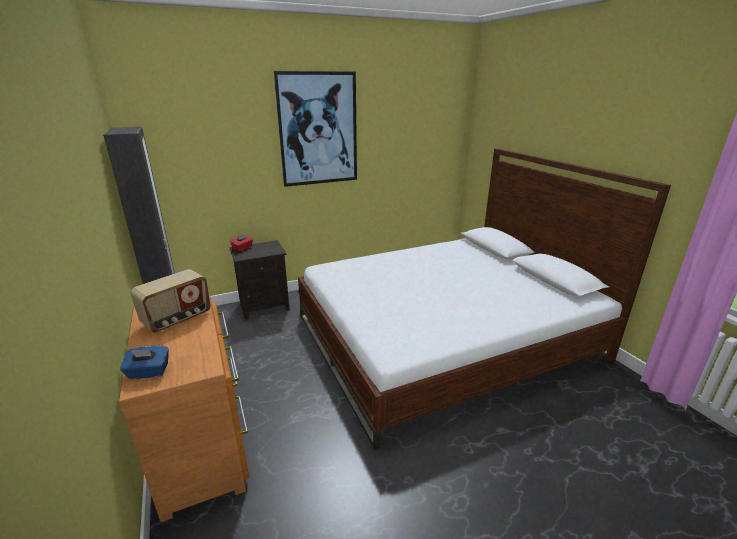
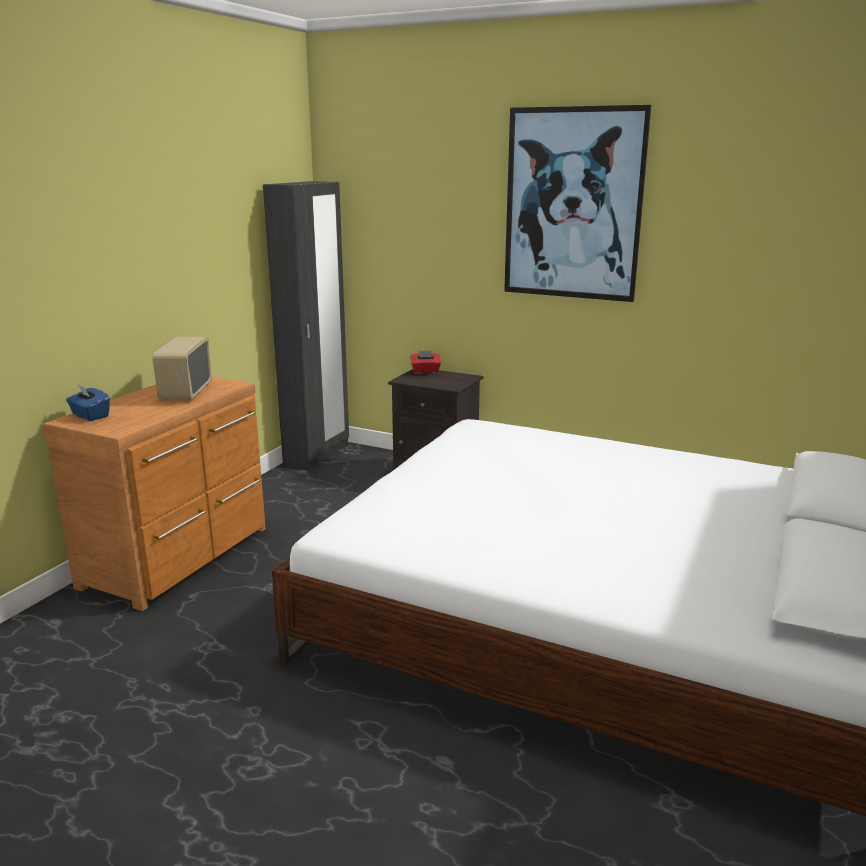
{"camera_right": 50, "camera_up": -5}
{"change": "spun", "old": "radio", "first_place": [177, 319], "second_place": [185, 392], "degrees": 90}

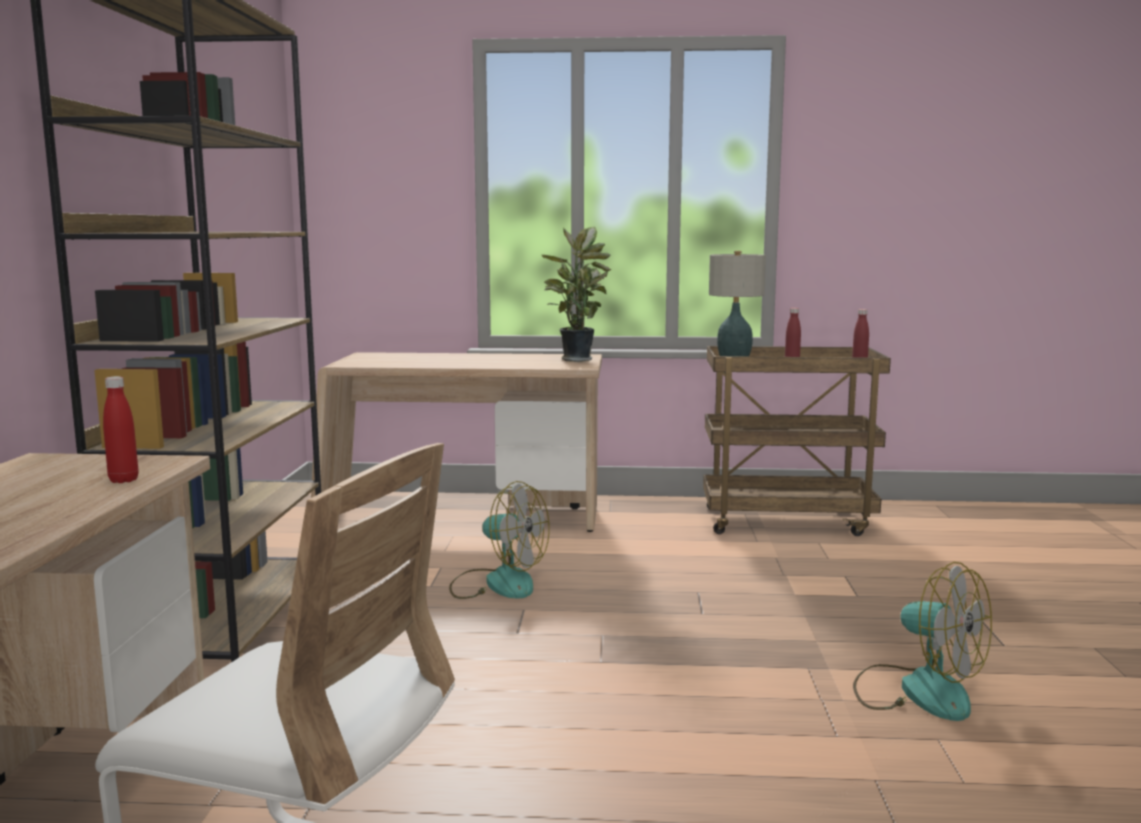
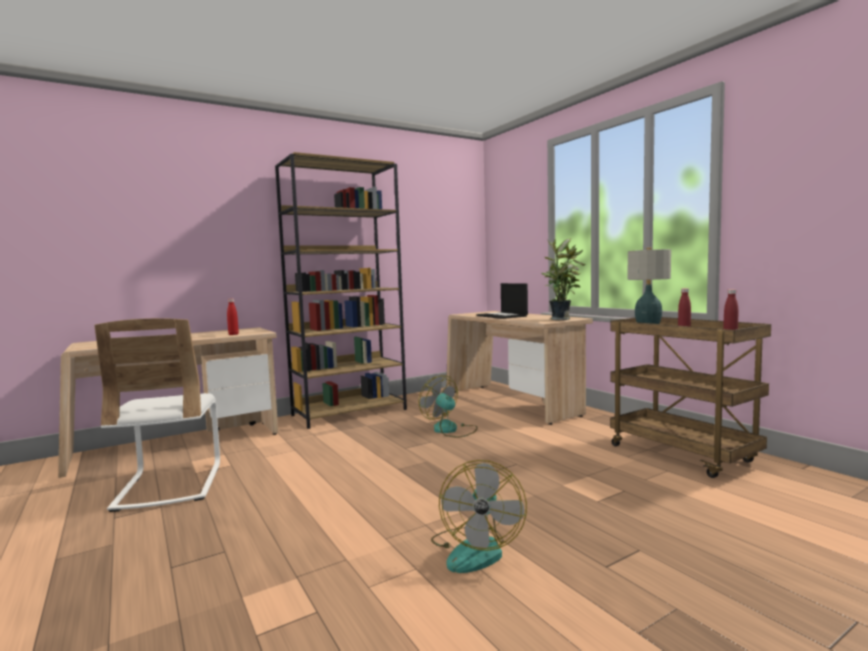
{"camera_right": 55, "camera_up": -5}
{"change": "appeared", "new": "laptop", "second_place": [502, 316]}
{"change": "spun", "old": "fan", "first_place": [497, 583], "second_place": [450, 430], "degrees": 150}

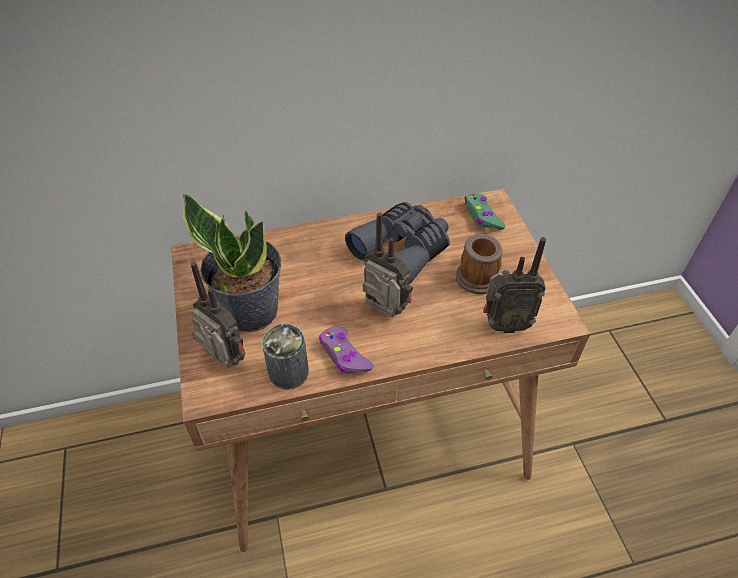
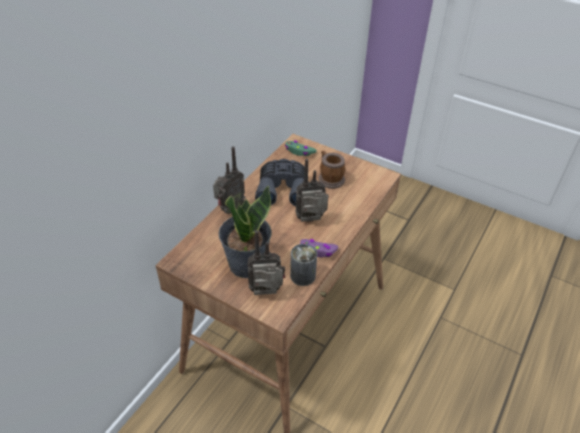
{"camera_right": -45, "camera_up": -5}
{"change": "relocated", "old": "radio", "first_place": [504, 324], "second_place": [229, 209]}

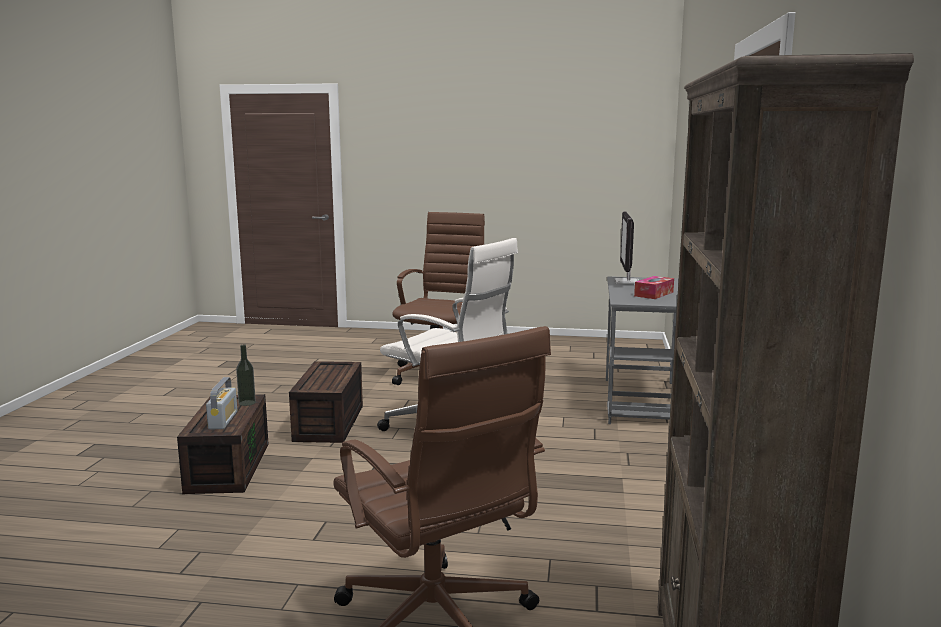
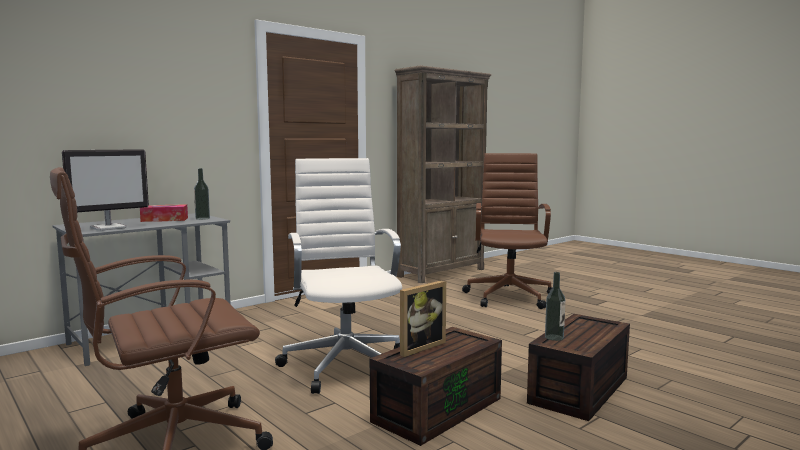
{"camera_right": -140, "camera_up": -5}
{"change": "missing", "old": "radio", "first_place": [223, 420]}
{"change": "appeared", "new": "bottle", "second_place": [202, 218]}
{"change": "appeared", "new": "picture frame", "second_place": [418, 347]}

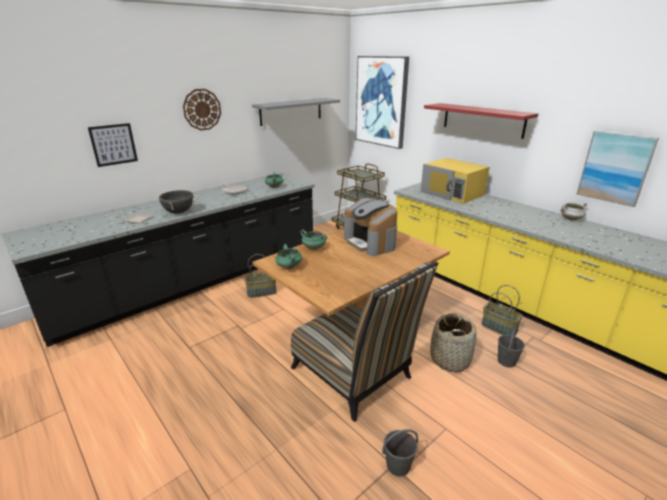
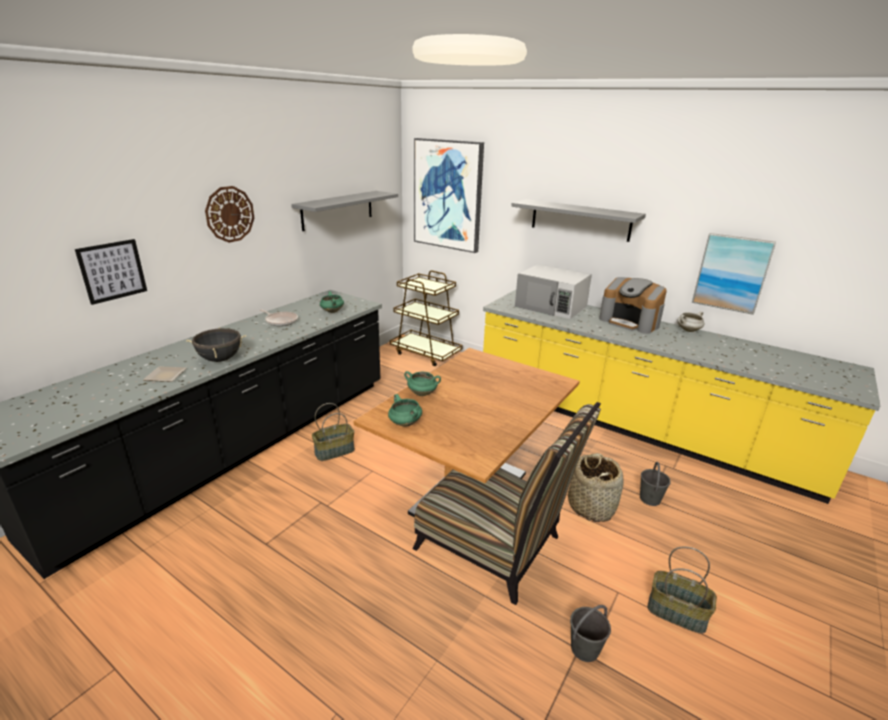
{"camera_right": -15, "camera_up": 0}
{"change": "relocated", "old": "coffee machine", "first_place": [370, 243], "second_place": [630, 322]}
{"change": "relocated", "old": "basket", "first_place": [499, 327], "second_place": [677, 612]}
{"change": "colour", "old": "yellow microwave", "new": "white microwave", "first_place": [452, 193], "second_place": [551, 306]}
{"change": "colour", "old": "red shelf", "new": "grey shelf", "first_place": [483, 120], "second_place": [580, 220]}

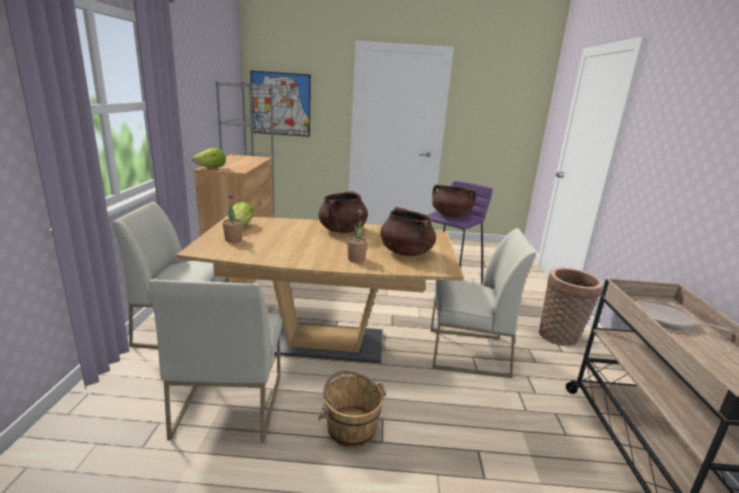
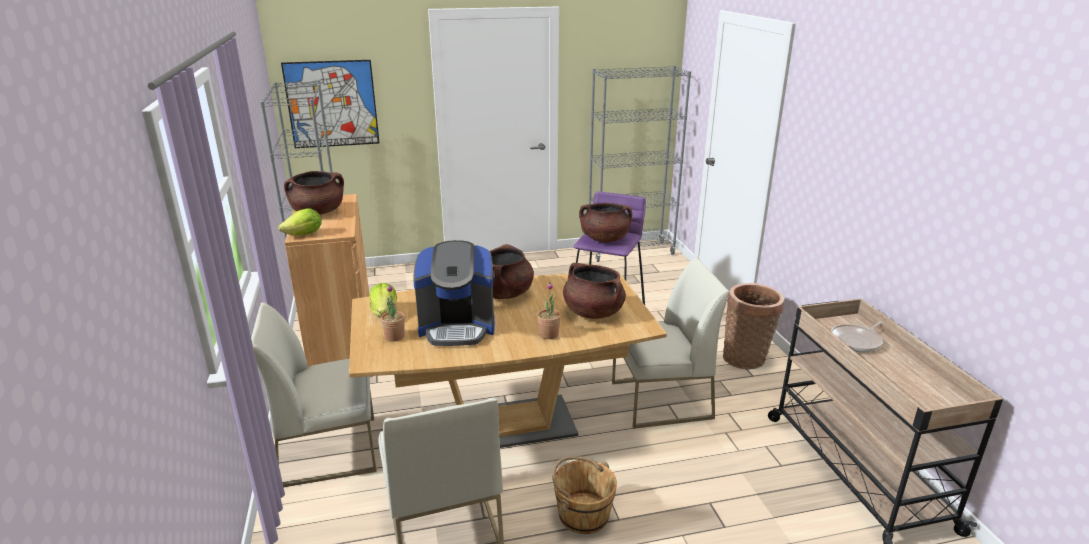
{"camera_right": -15, "camera_up": 5}
{"change": "appeared", "new": "brown cooking pot", "second_place": [318, 212]}
{"change": "appeared", "new": "coffee machine", "second_place": [457, 327]}
{"change": "appeared", "new": "grey bookcase", "second_place": [630, 252]}
{"change": "spun", "old": "frying pan", "first_place": [666, 320], "second_place": [857, 341], "degrees": -60}

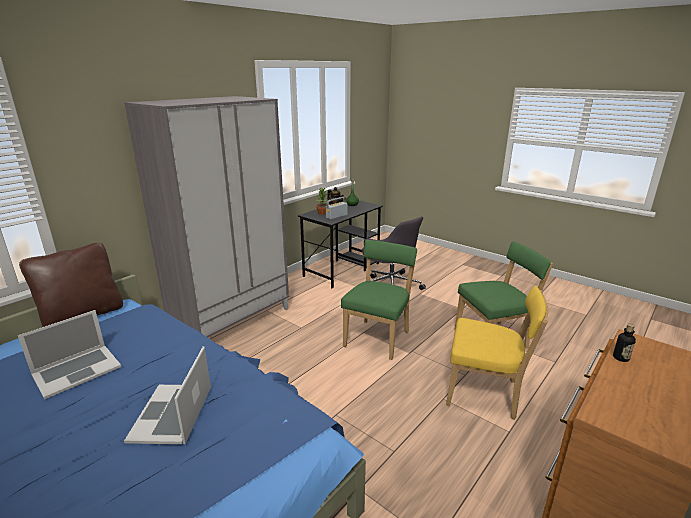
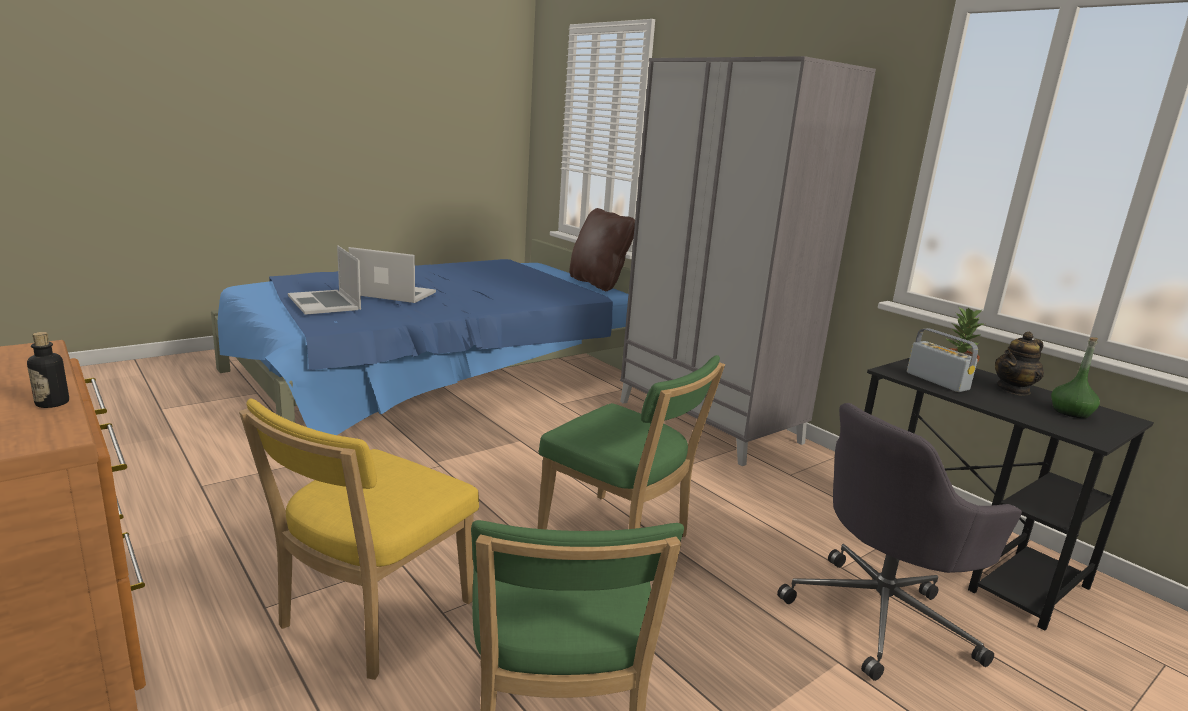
{"camera_right": 100, "camera_up": -5}
{"change": "relocated", "old": "laptop", "first_place": [76, 370], "second_place": [324, 302]}

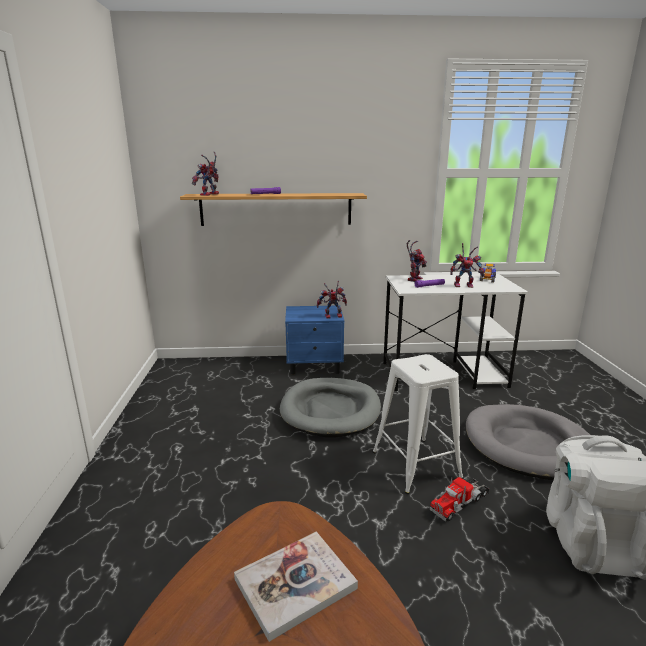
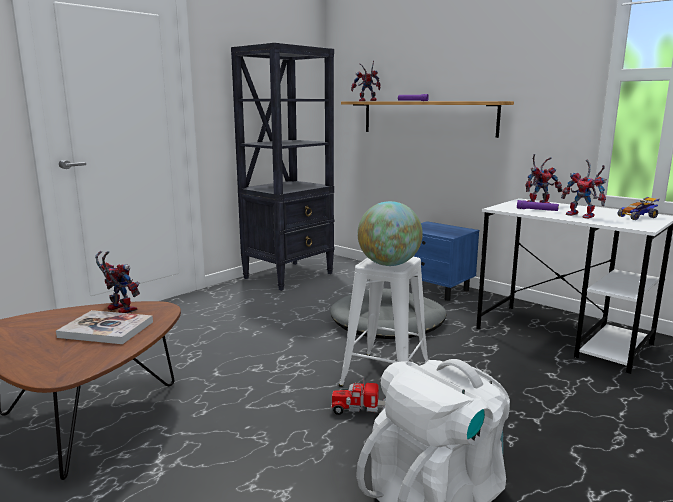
{"camera_right": 45, "camera_up": -5}
{"change": "missing", "old": "grey dog bed", "first_place": [529, 446]}
{"change": "appeared", "new": "black bookcase", "second_place": [289, 275]}
{"change": "appeared", "new": "globe", "second_place": [389, 264]}
{"change": "relocated", "old": "toy robot", "first_place": [332, 317], "second_place": [118, 309]}

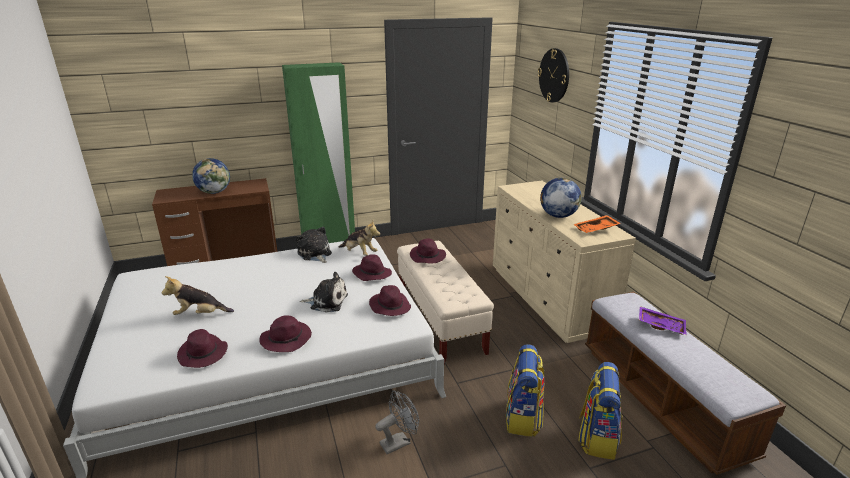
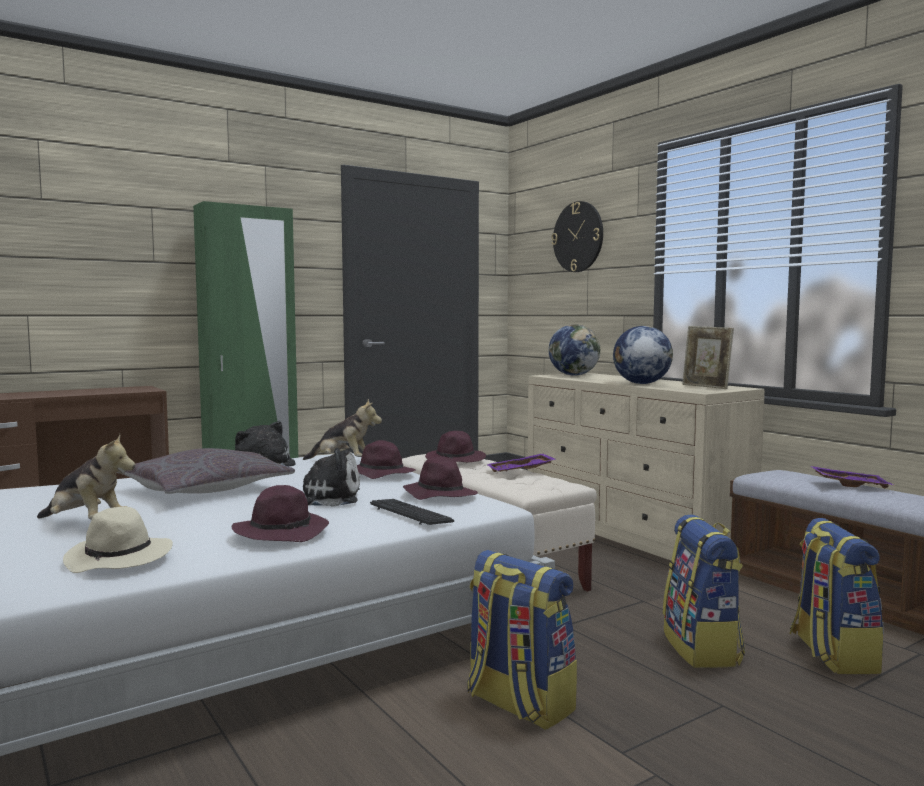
{"camera_right": -15, "camera_up": -20}
{"change": "appeared", "new": "grey pillow", "second_place": [205, 490]}
{"change": "appeared", "new": "keyboard", "second_place": [410, 514]}
{"change": "appeared", "new": "purple tray", "second_place": [521, 471]}
{"change": "relocated", "old": "globe", "first_place": [214, 192], "second_place": [574, 375]}
{"change": "exchanged", "old": "grey fan", "new": "backpack", "first_place": [399, 441], "second_place": [518, 704]}
{"change": "exchanged", "old": "orange tray", "new": "picture frame", "first_place": [596, 229], "second_place": [706, 387]}
{"change": "colour", "old": "purple hat", "new": "beige hat", "first_place": [203, 354], "second_place": [120, 559]}
{"change": "spun", "old": "plush toy", "first_place": [200, 314], "second_place": [86, 524], "degrees": -135}

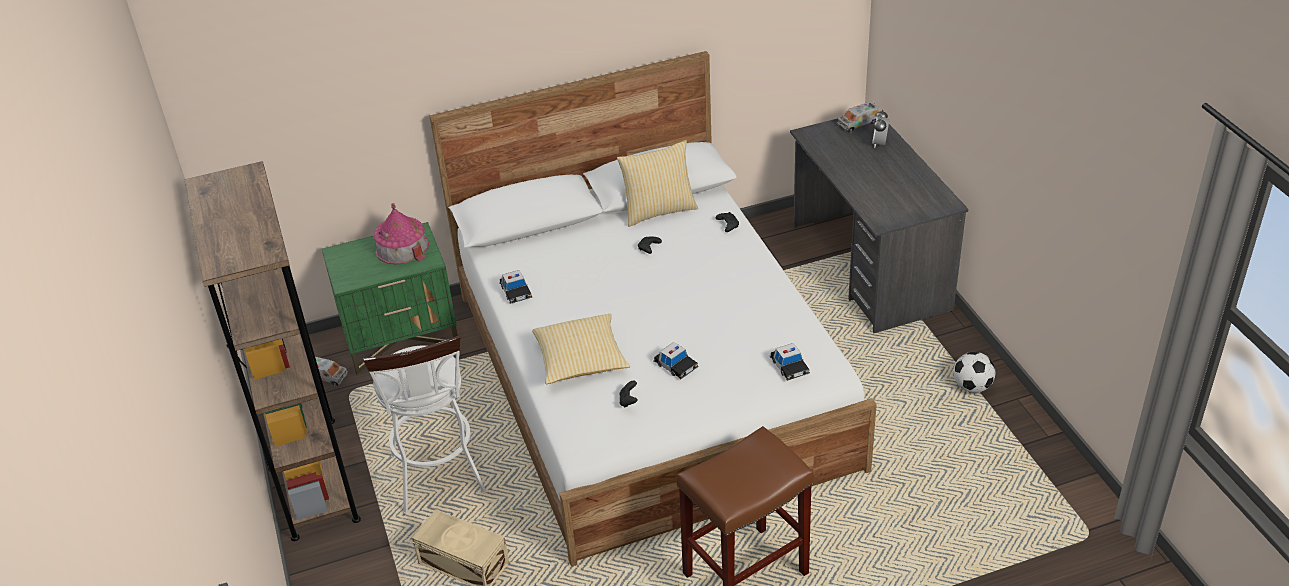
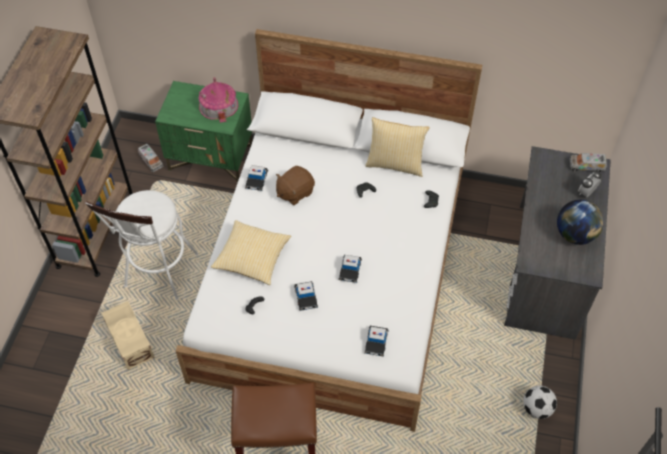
{"camera_right": 30, "camera_up": 15}
{"change": "appeared", "new": "brown plush toy", "second_place": [295, 192]}
{"change": "appeared", "new": "toy car", "second_place": [350, 270]}
{"change": "appeared", "new": "globe", "second_place": [575, 235]}

